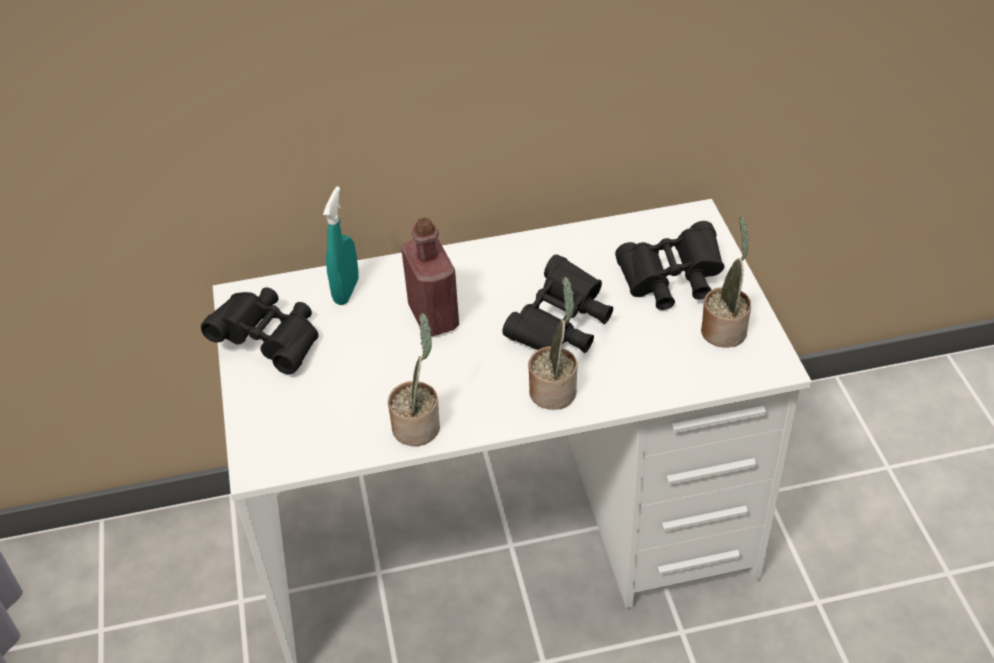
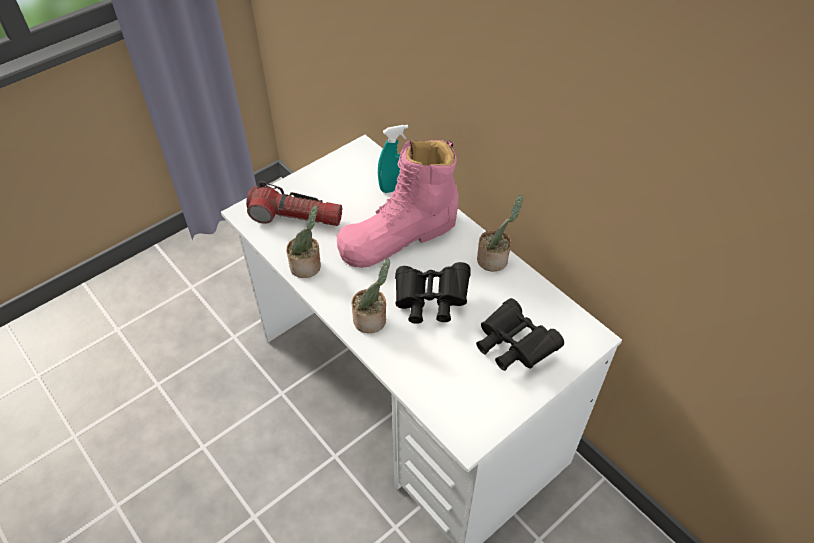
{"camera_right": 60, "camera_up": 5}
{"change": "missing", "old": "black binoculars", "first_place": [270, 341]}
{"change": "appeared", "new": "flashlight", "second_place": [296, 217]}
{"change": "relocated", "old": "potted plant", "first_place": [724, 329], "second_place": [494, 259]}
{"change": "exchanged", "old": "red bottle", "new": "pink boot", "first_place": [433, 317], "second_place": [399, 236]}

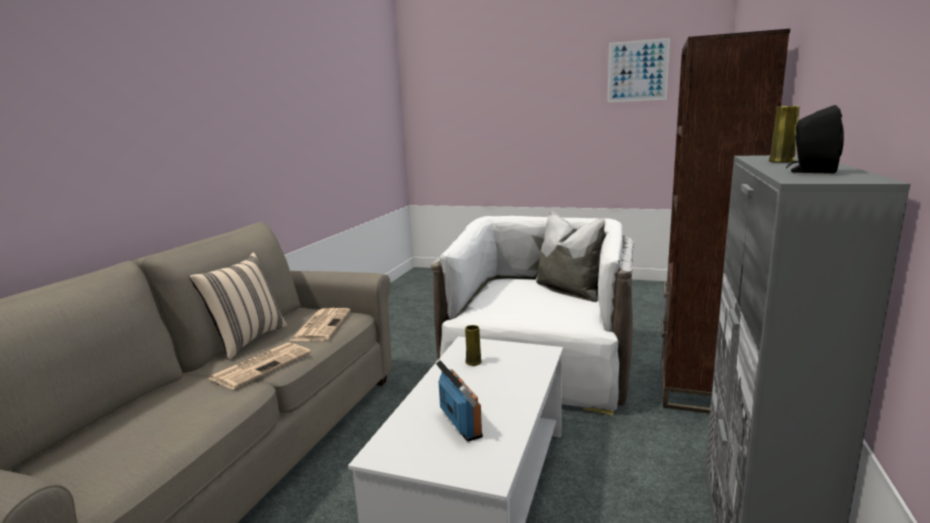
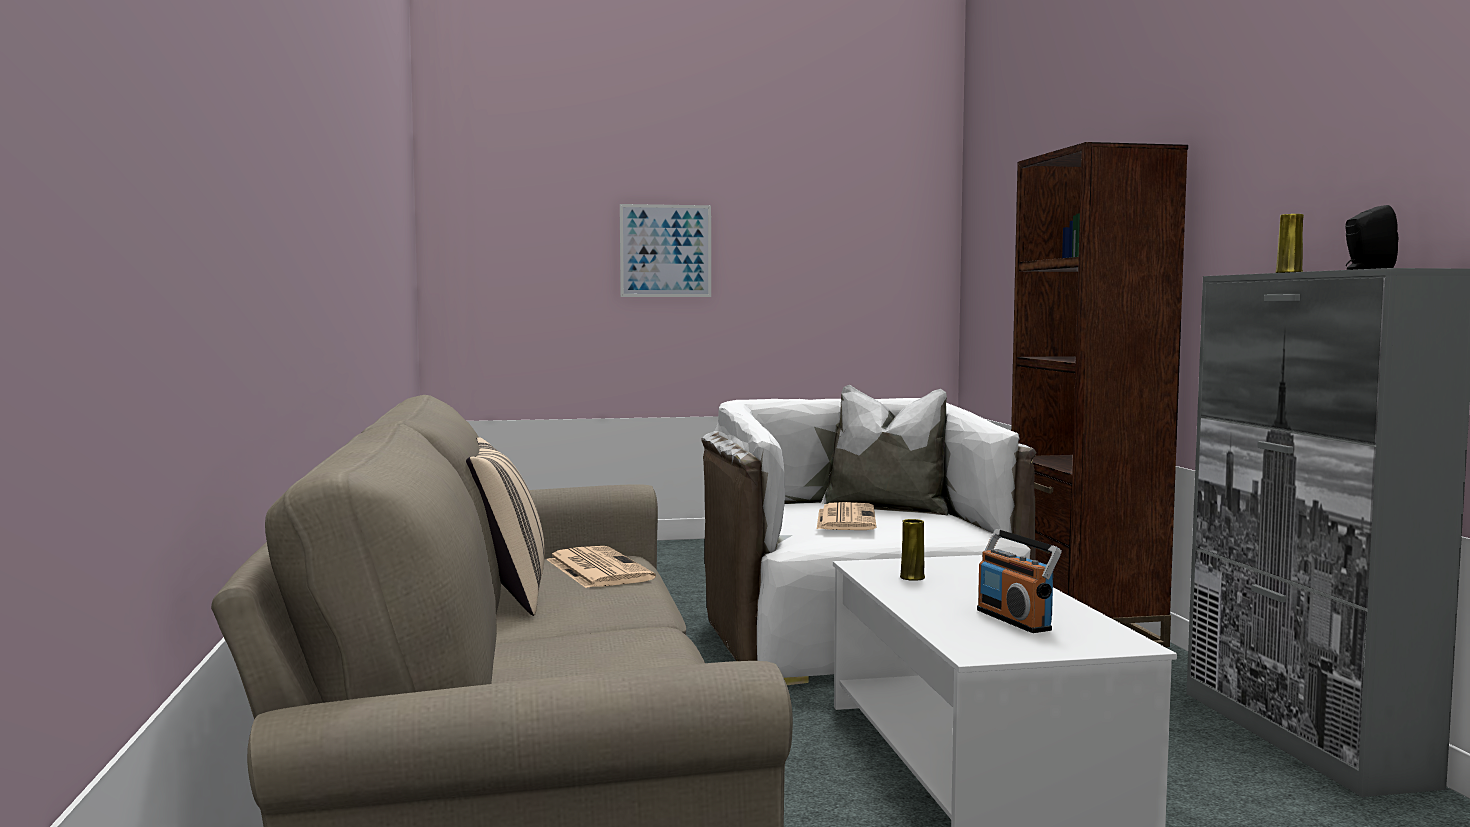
{"camera_right": -30, "camera_up": -10}
{"change": "relocated", "old": "newspaper", "first_place": [262, 365], "second_place": [845, 519]}
{"change": "relocated", "old": "picture", "first_place": [637, 71], "second_place": [665, 251]}
{"change": "spun", "old": "radio", "first_place": [460, 423], "second_place": [1014, 620], "degrees": -150}

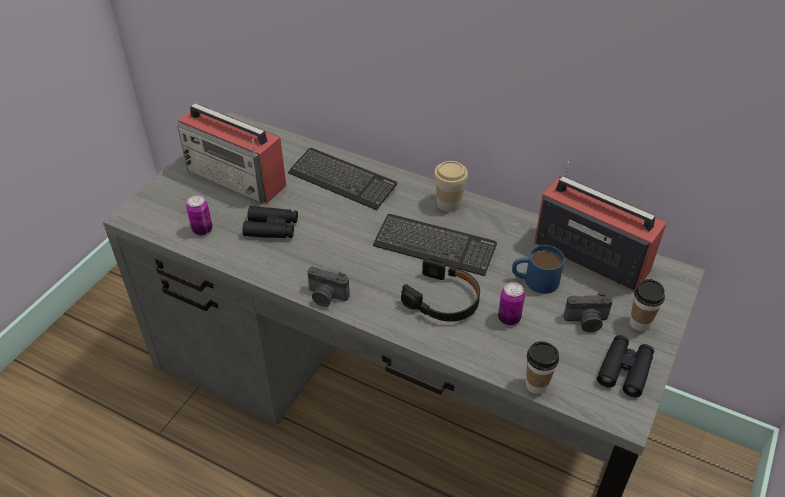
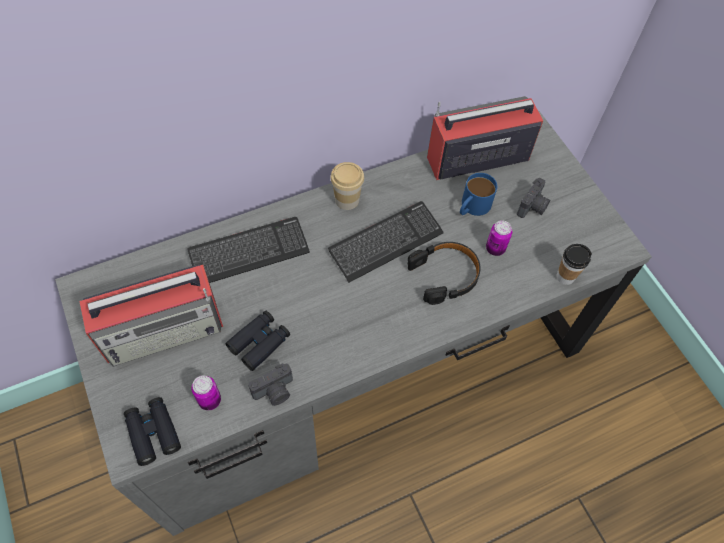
{"camera_right": -55, "camera_up": 15}
{"change": "missing", "old": "cup", "first_place": [639, 323]}
{"change": "relocated", "old": "photo camera", "first_place": [326, 297], "second_place": [275, 392]}
{"change": "relocated", "old": "black binoculars", "first_place": [624, 370], "second_place": [153, 433]}

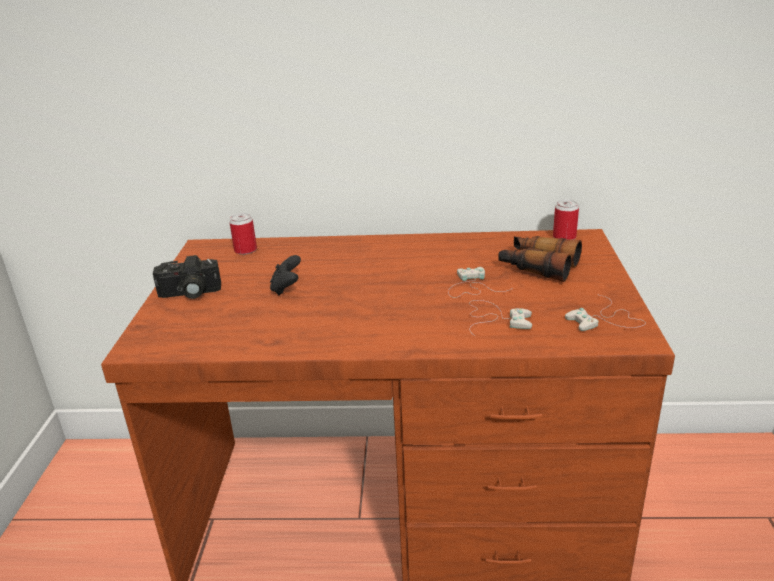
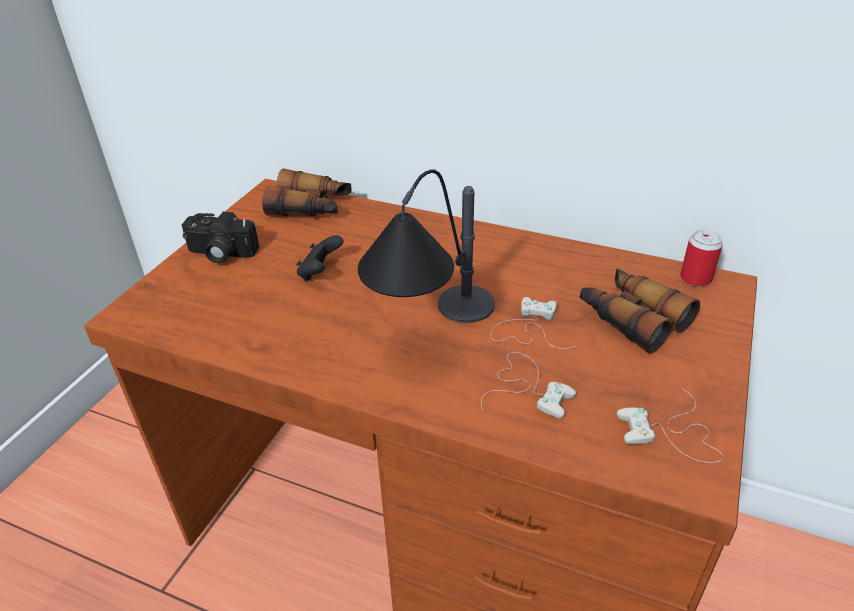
{"camera_right": 20, "camera_up": 10}
{"change": "appeared", "new": "table lamp", "second_place": [432, 336]}
{"change": "exchanged", "old": "can", "new": "binoculars", "first_place": [245, 250], "second_place": [311, 207]}

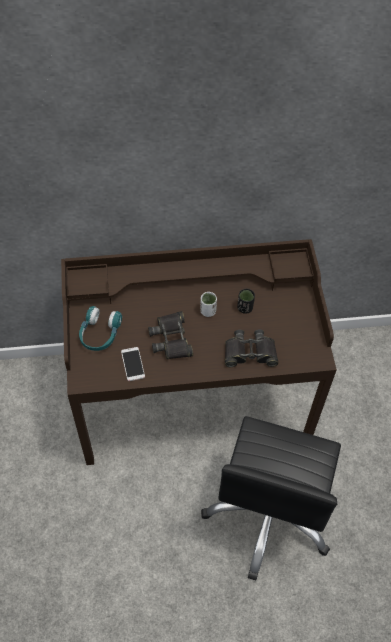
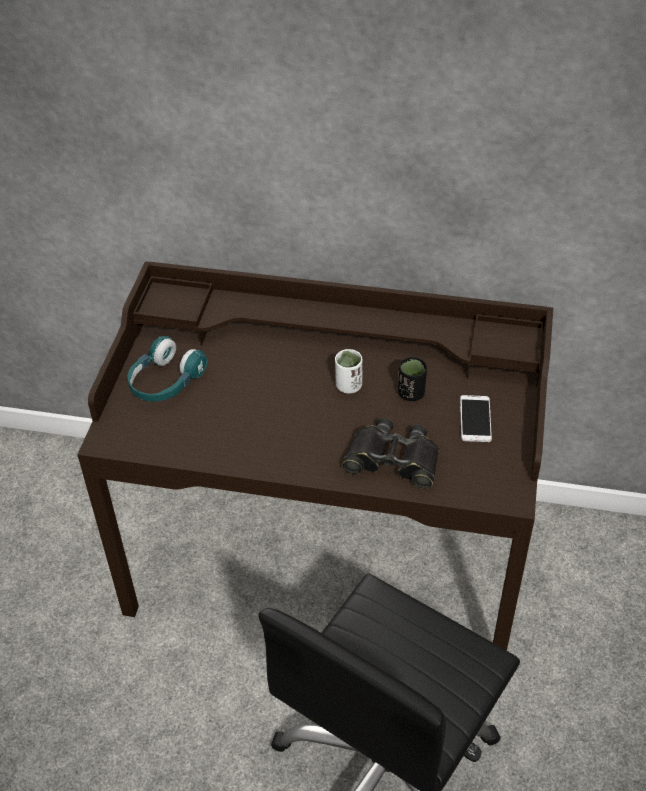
{"camera_right": 20, "camera_up": -10}
{"change": "missing", "old": "black binoculars", "first_place": [171, 339]}
{"change": "relocated", "old": "phone", "first_place": [133, 364], "second_place": [475, 419]}

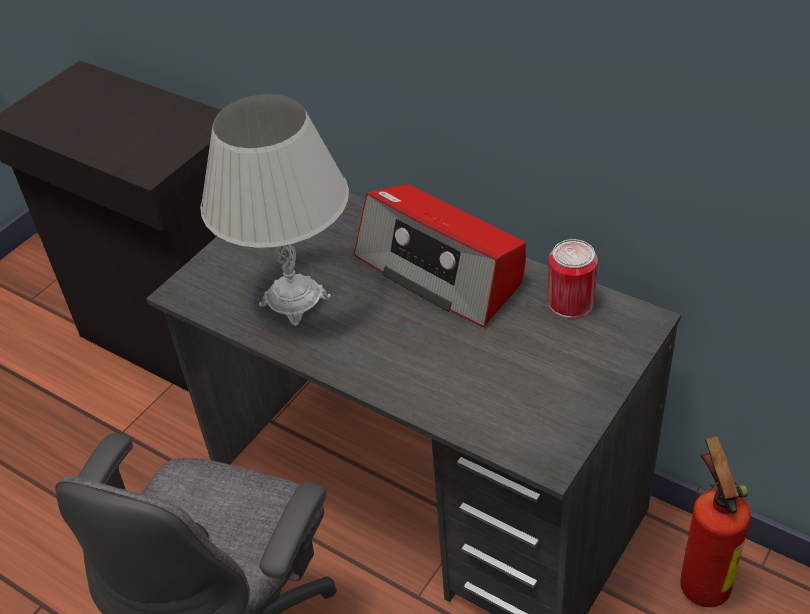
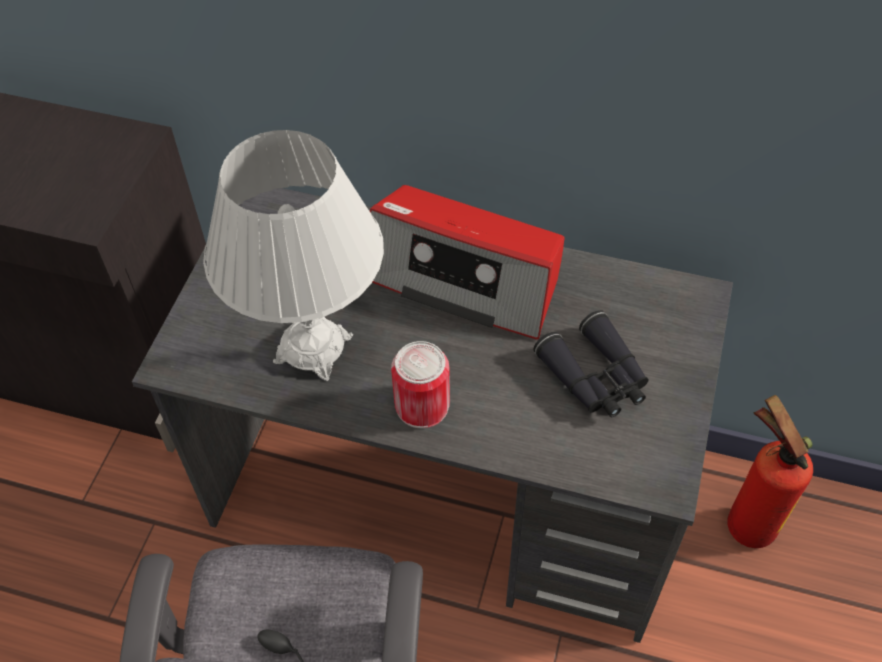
{"camera_right": -20, "camera_up": 10}
{"change": "appeared", "new": "black binoculars", "second_place": [596, 377]}
{"change": "relocated", "old": "can", "first_place": [570, 302], "second_place": [422, 405]}

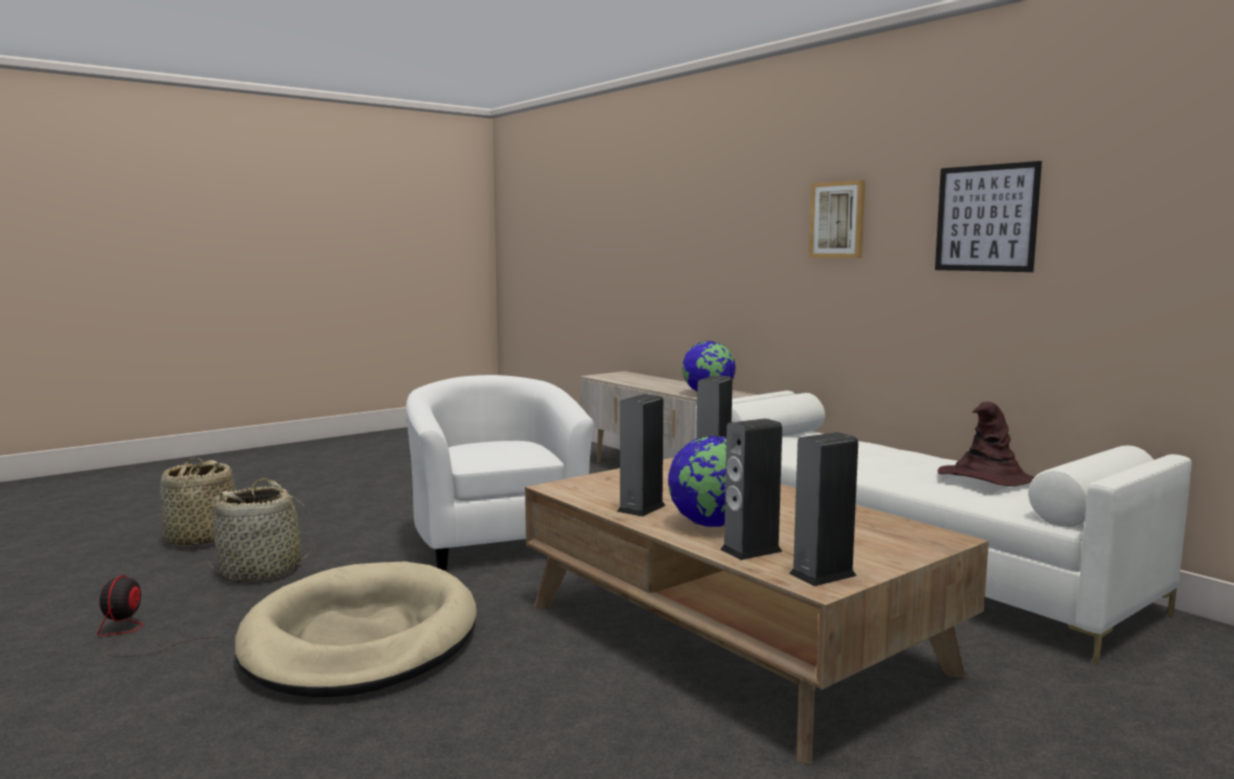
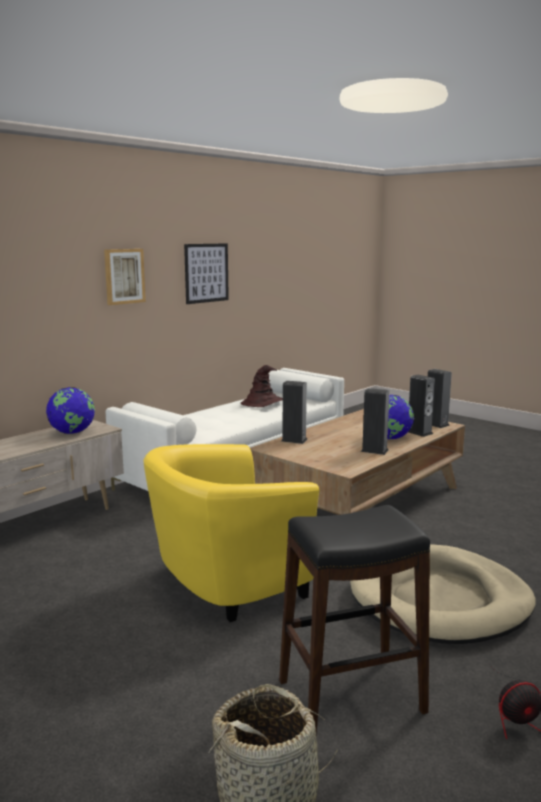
{"camera_right": -100, "camera_up": 5}
{"change": "exchanged", "old": "basket", "new": "black stool", "first_place": [261, 571], "second_place": [351, 696]}
{"change": "colour", "old": "white armchair", "new": "yellow armchair", "first_place": [496, 540], "second_place": [225, 585]}

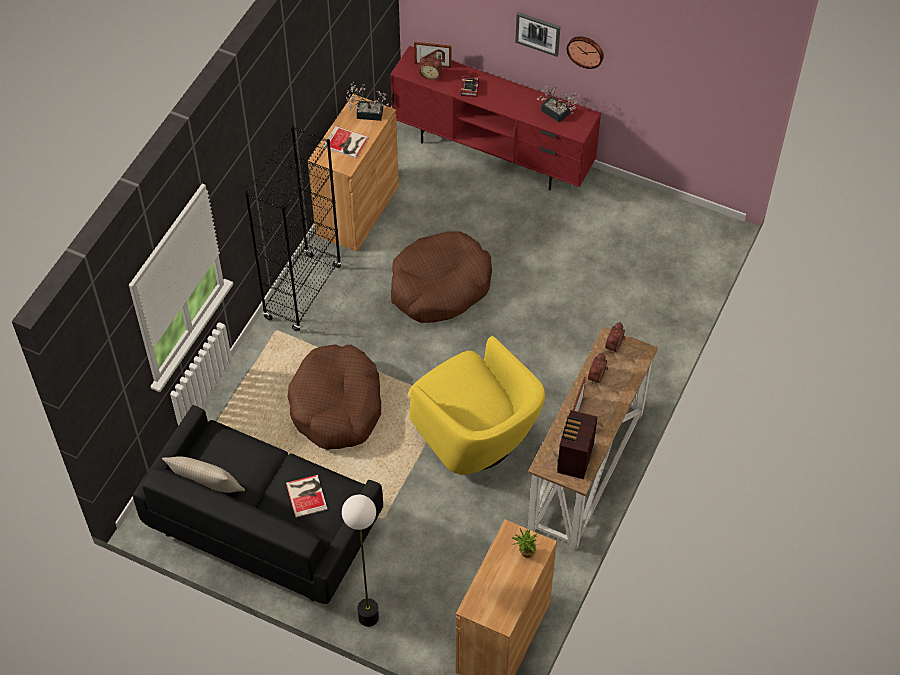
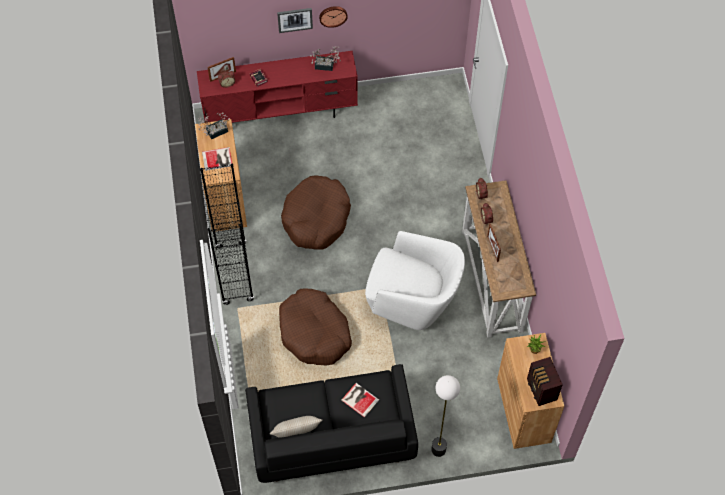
{"camera_right": -35, "camera_up": 5}
{"change": "relocated", "old": "radio", "first_place": [574, 459], "second_place": [541, 390]}
{"change": "colour", "old": "yellow armchair", "new": "white armchair", "first_place": [475, 438], "second_place": [413, 301]}

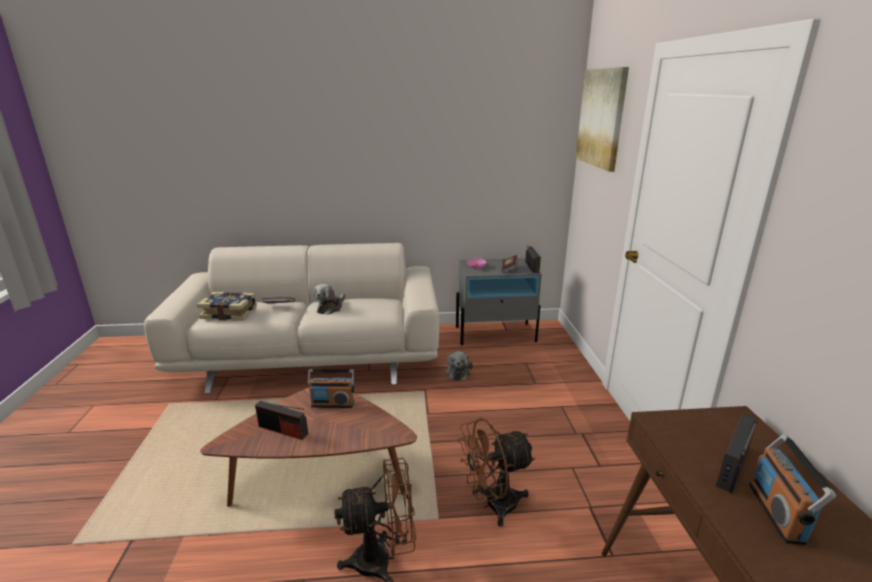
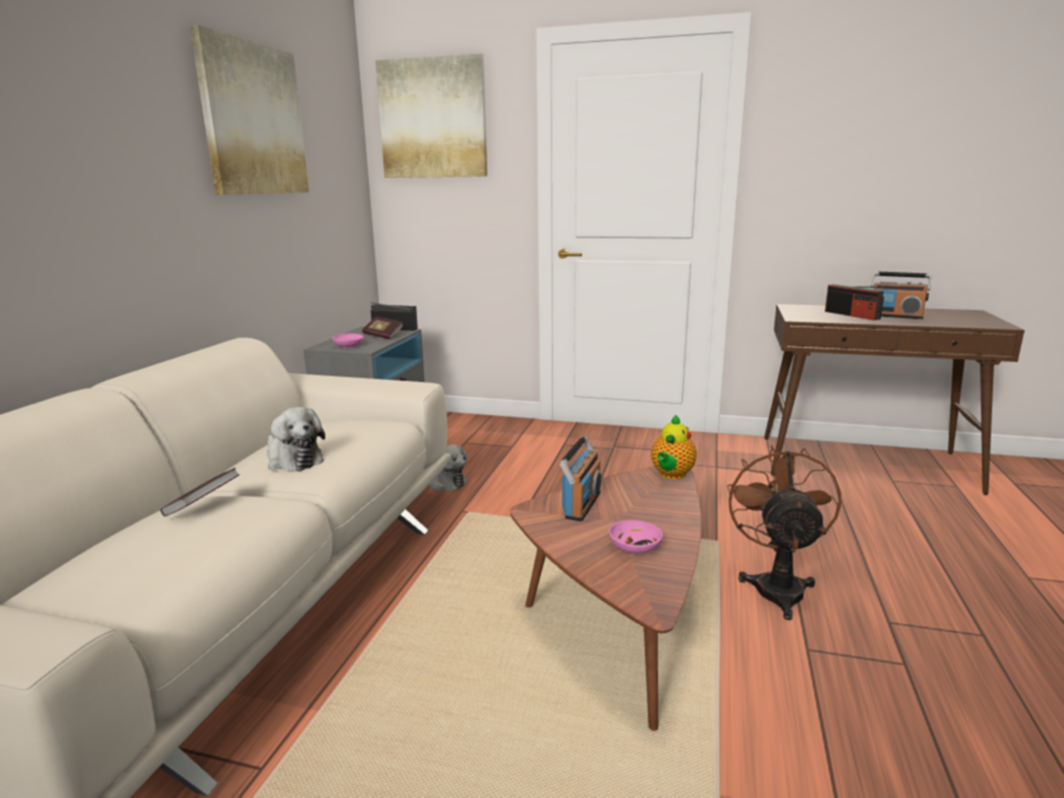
{"camera_right": -70, "camera_up": -5}
{"change": "missing", "old": "book", "first_place": [230, 313]}
{"change": "missing", "old": "brown fan", "first_place": [493, 505]}
{"change": "appeared", "new": "picture", "second_place": [253, 119]}
{"change": "appeared", "new": "teapot", "second_place": [671, 475]}
{"change": "exchanged", "old": "radio", "new": "pink bowl", "first_place": [283, 430], "second_place": [634, 546]}

